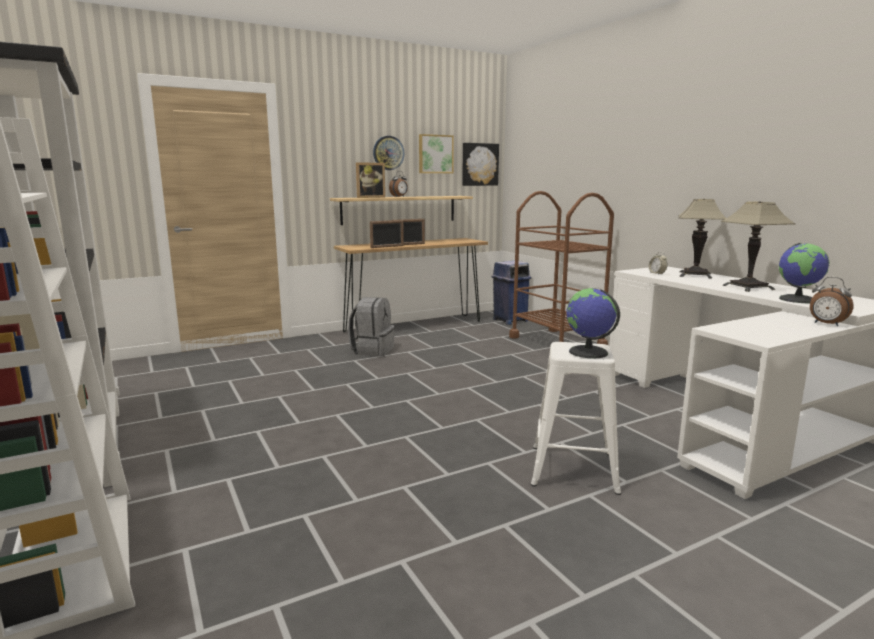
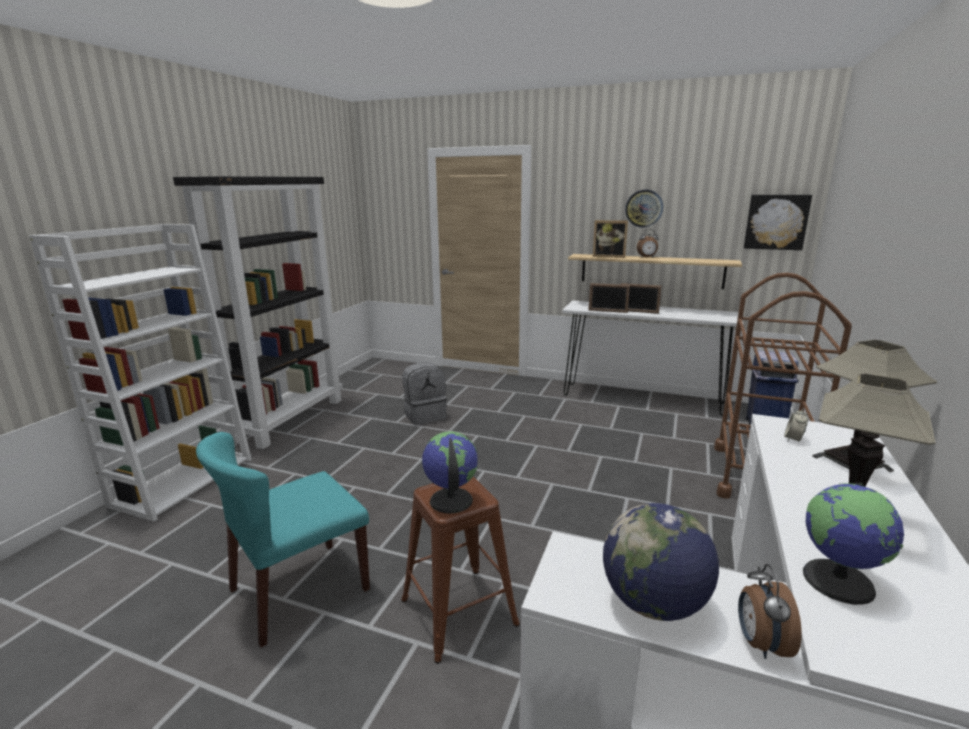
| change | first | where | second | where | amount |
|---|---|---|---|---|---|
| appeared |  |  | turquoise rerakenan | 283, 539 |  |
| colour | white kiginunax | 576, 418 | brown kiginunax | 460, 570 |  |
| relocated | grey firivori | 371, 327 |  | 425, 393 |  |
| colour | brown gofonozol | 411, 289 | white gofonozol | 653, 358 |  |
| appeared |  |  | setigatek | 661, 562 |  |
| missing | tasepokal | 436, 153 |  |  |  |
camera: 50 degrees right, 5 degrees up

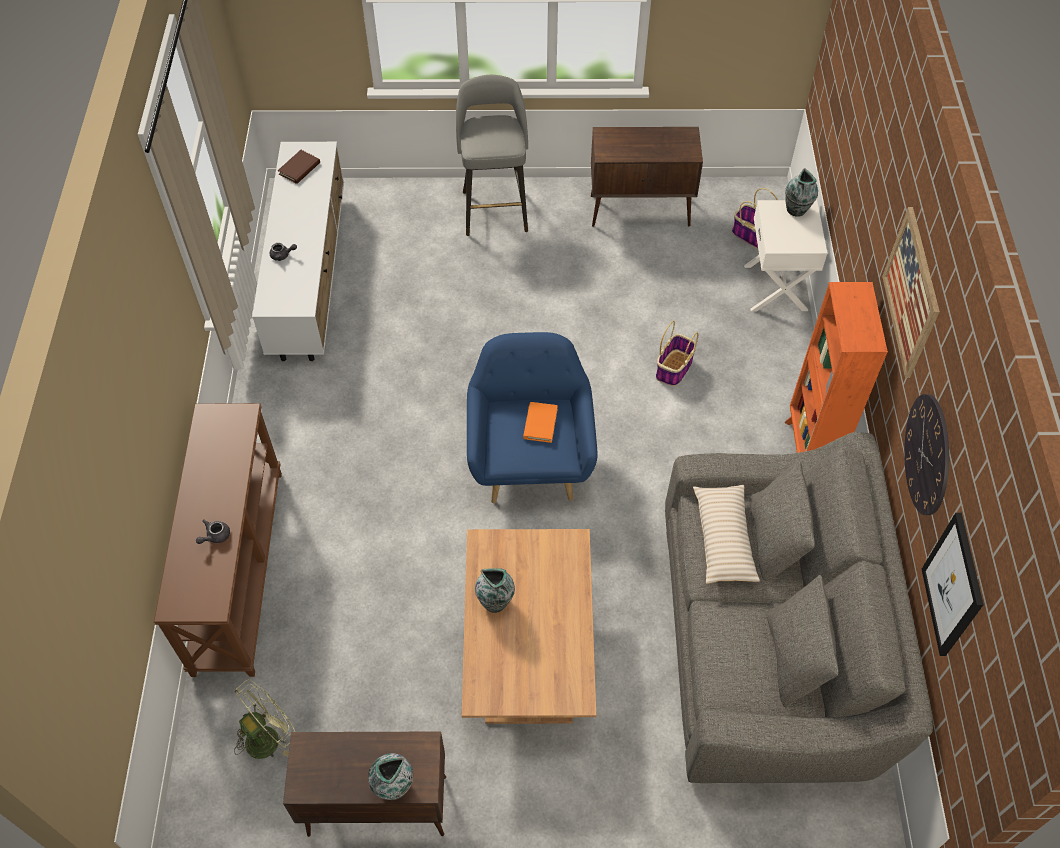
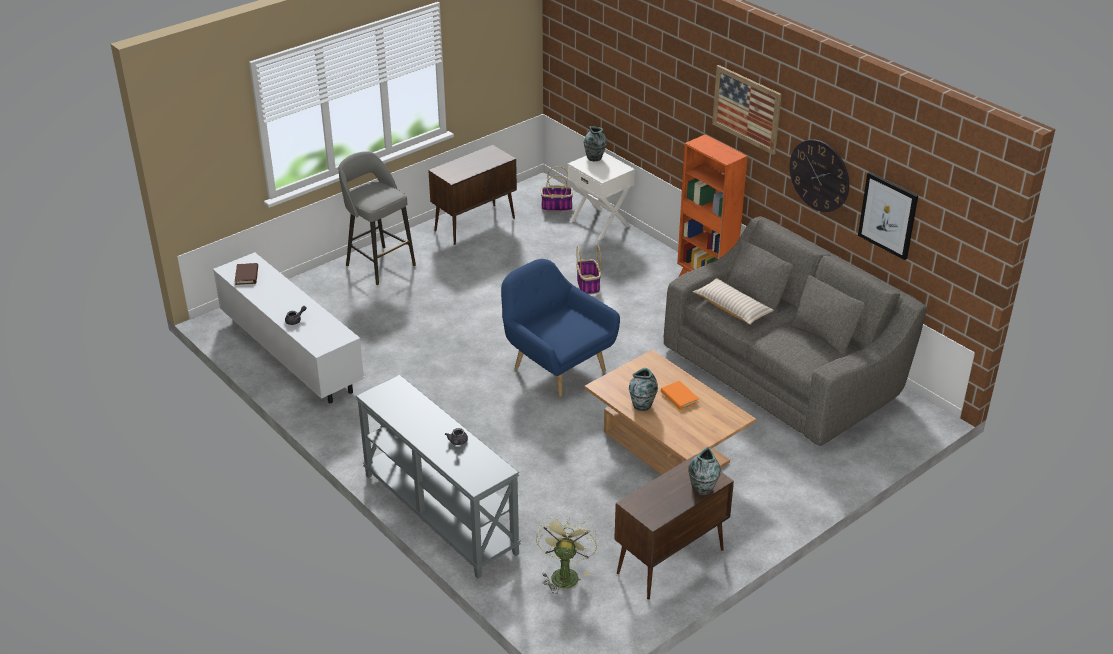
| change | first | where | second | where | amount |
|---|---|---|---|---|---|
| colour | brown gofonozol | 218, 540 | grey gofonozol | 438, 477 |  |
| relocated | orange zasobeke | 540, 422 |  | 680, 395 |  |
camera: 40 degrees left, 20 degrees down

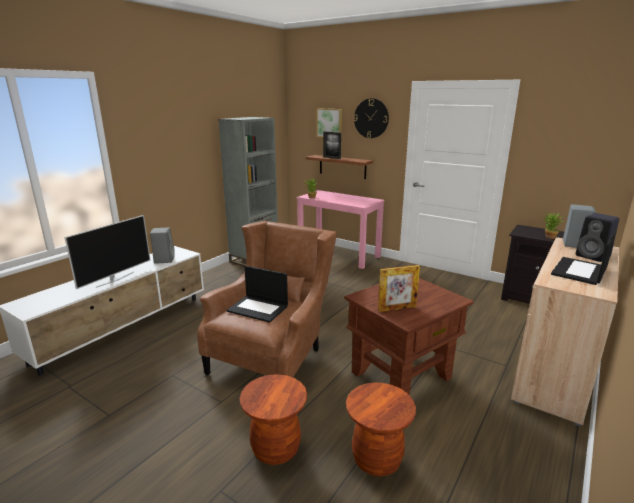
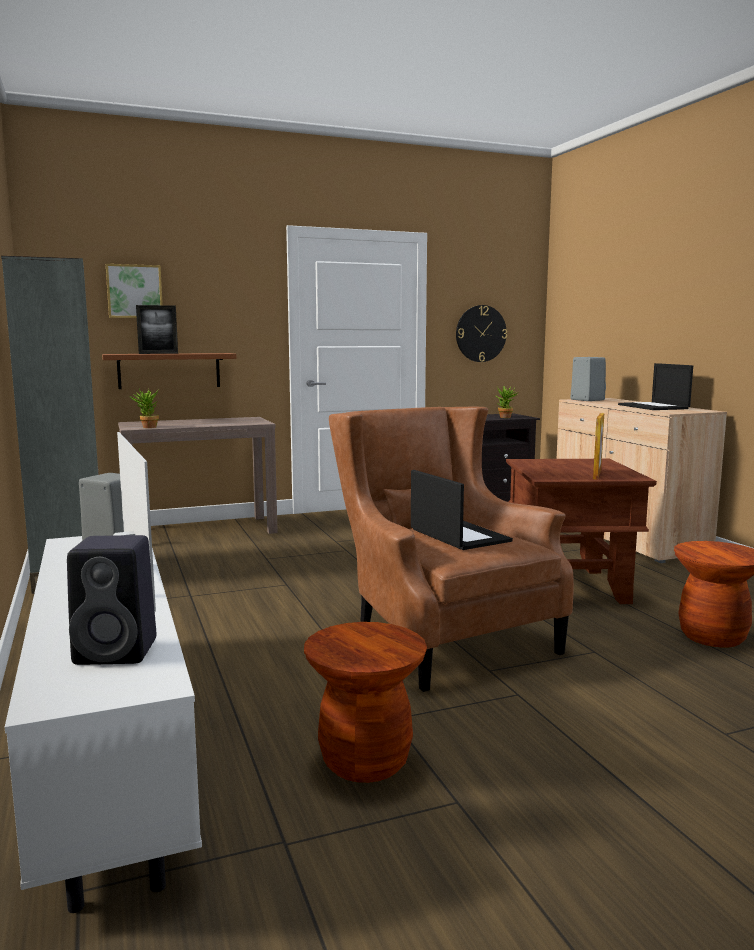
| change | first | where | second | where | amount |
|---|---|---|---|---|---|
| relocated | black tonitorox | 597, 237 |  | 112, 600 |  |
| colour | pink gofonozol | 340, 229 | brown gofonozol | 198, 475 |  |
| relocated | brown kiginunax | 273, 419 |  | 365, 702 |  |
| spun | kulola | 257, 294 |  | 462, 510 | 90 degrees counterclockwise |
| relocated | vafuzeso | 371, 118 |  | 481, 333 |  |
camera: 55 degrees left, 10 degrees down

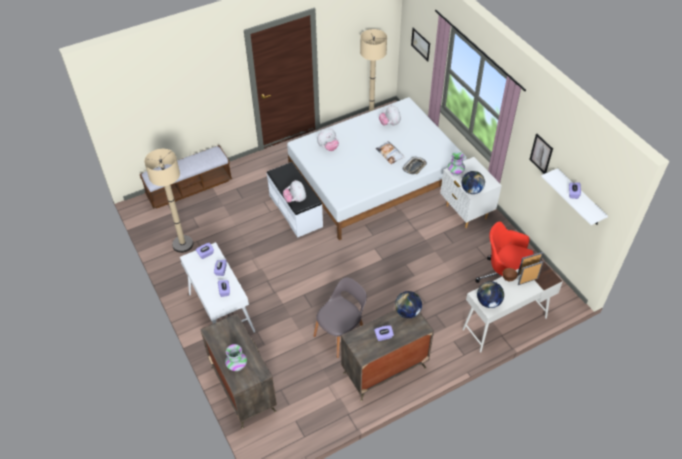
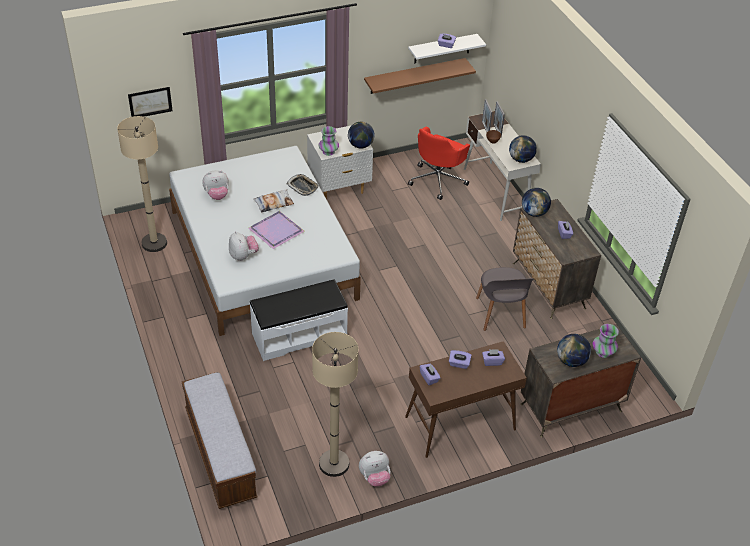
| change | first | where | second | where | amount |
|---|---|---|---|---|---|
| appeared |  |  | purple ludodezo | 276, 230 |  |
| relocated | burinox | 294, 191 |  | 374, 469 |  |
| appeared |  |  | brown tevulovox | 420, 76 |  |
| colour | white gofonozol | 217, 287 | brown gofonozol | 466, 399 |  |
| spun | grey rerakenan | 340, 317 |  | 505, 299 | 150 degrees counterclockwise |
| appeared |  |  | setigatek | 574, 350 |  |
| missing | tasepokal | 541, 154 |  |  |  |
camera: 85 degrees left, 5 degrees down

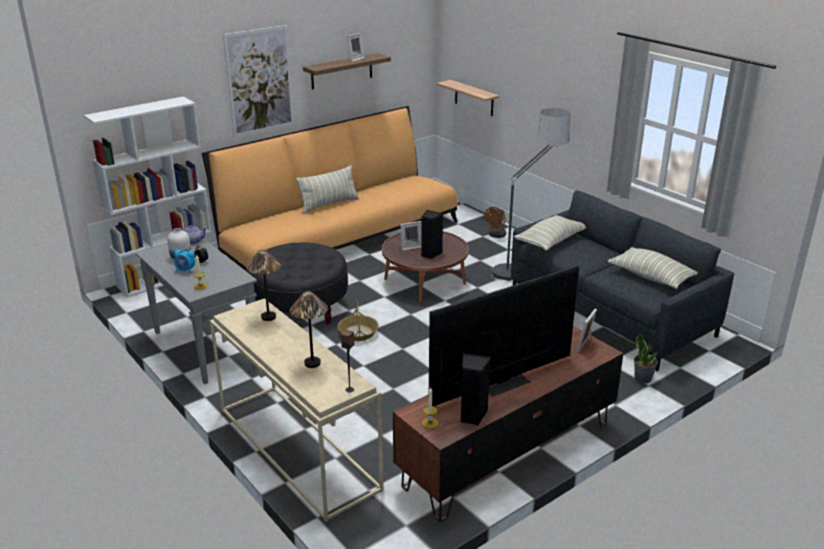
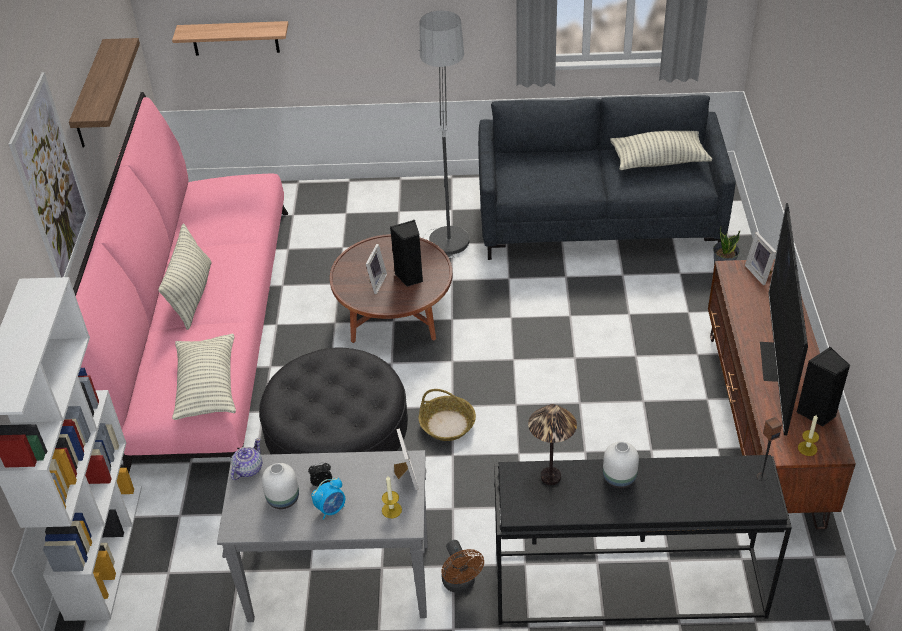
| change | first | where | second | where | amount |
|---|---|---|---|---|---|
| colour | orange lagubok | 330, 189 | pink lagubok | 180, 282 |  |
| relocated | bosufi | 550, 233 |  | 204, 377 |  |
| relocated | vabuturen | 356, 47 |  | 406, 459 |  |
| relocated | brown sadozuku | 495, 222 |  | 462, 566 |  |
| colour | beige gofonozol | 296, 410 | black gofonozol | 643, 540 |  |
| appeared |  |  | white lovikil | 621, 464 |  |
| missing | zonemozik | 309, 329 |  |  |  |
camera: 50 degrees left, 15 degrees up

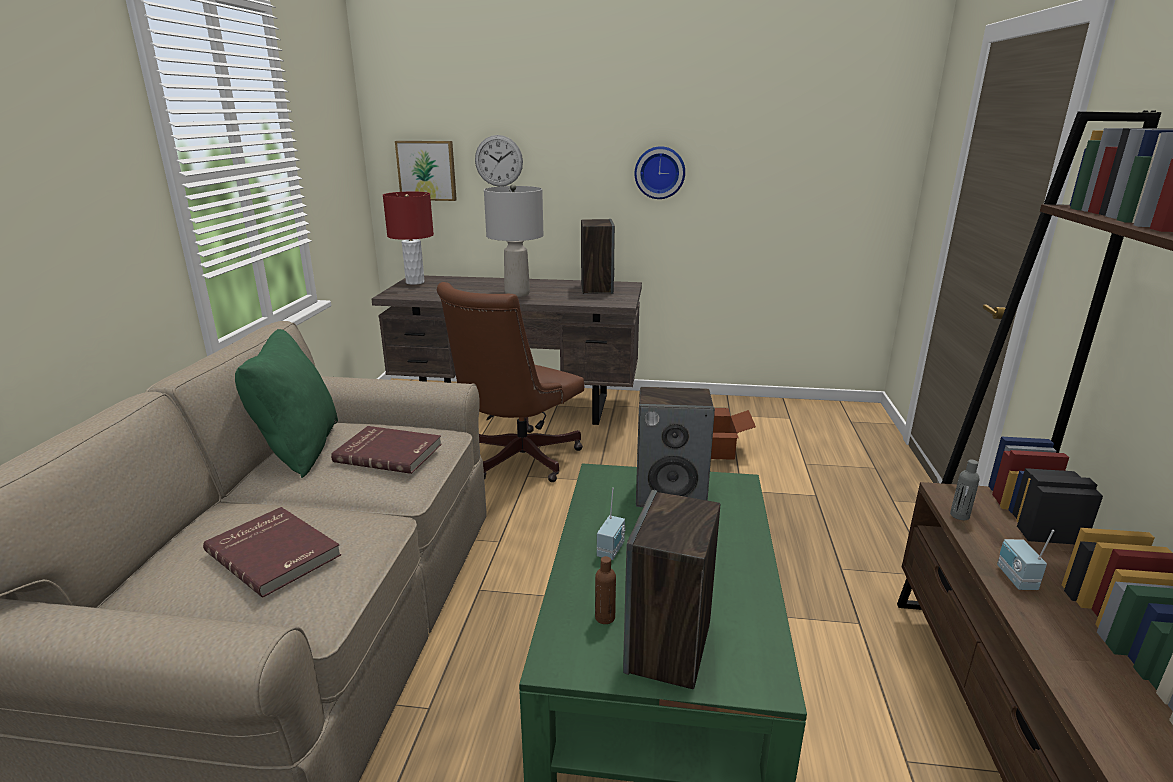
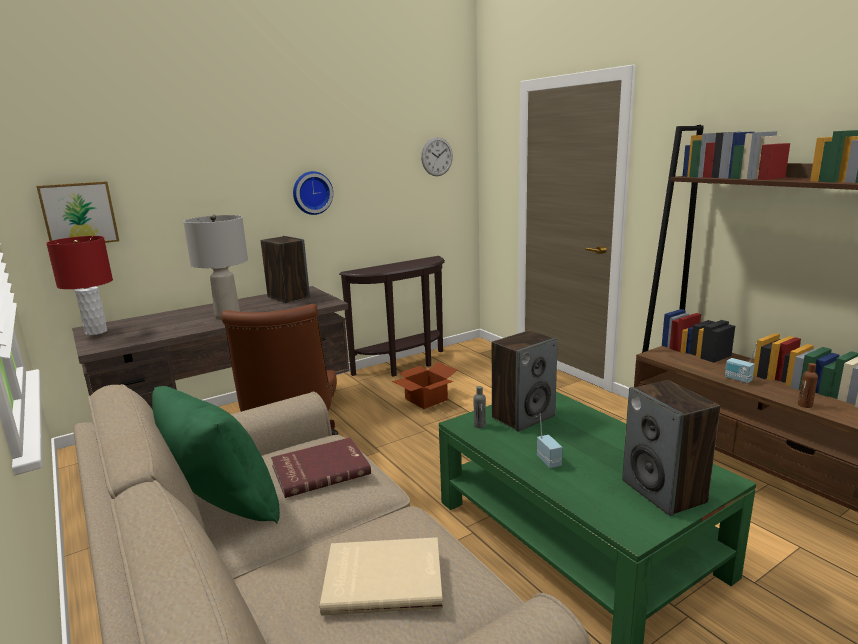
| change | first | where | second | where | amount |
|---|---|---|---|---|---|
| colour | red zasobeke | 272, 552 | beige zasobeke | 381, 576 |  |
| appeared |  |  | brown gofonozol | 392, 316 |  |
| relocated | vafuzeso | 499, 160 |  | 437, 156 |  |
| relocated | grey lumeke | 965, 490 |  | 480, 407 |  |
| relocated | brown lumeke | 605, 590 |  | 808, 385 |  |
camera: 40 degrees left, 5 degrees down

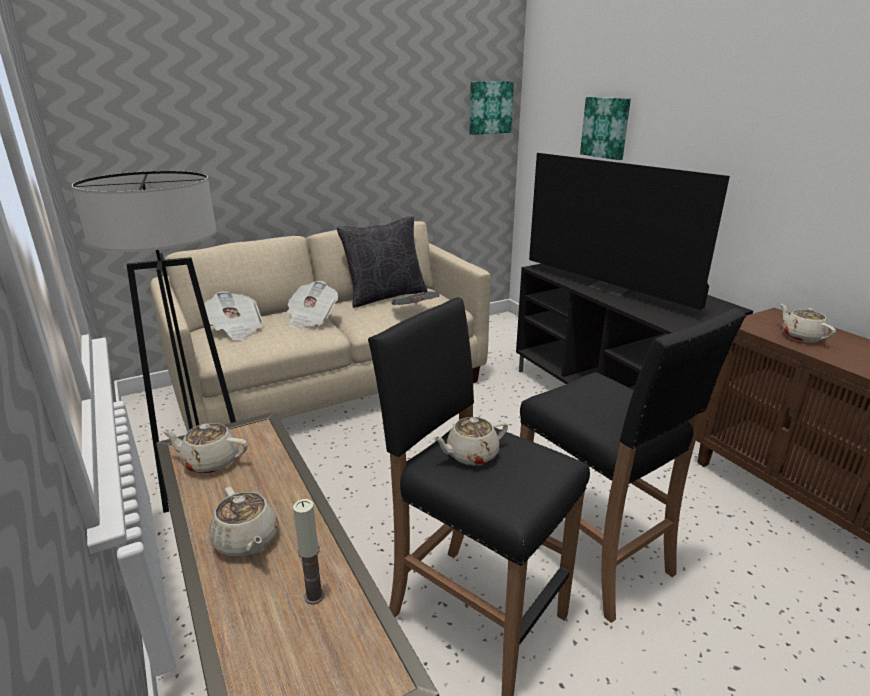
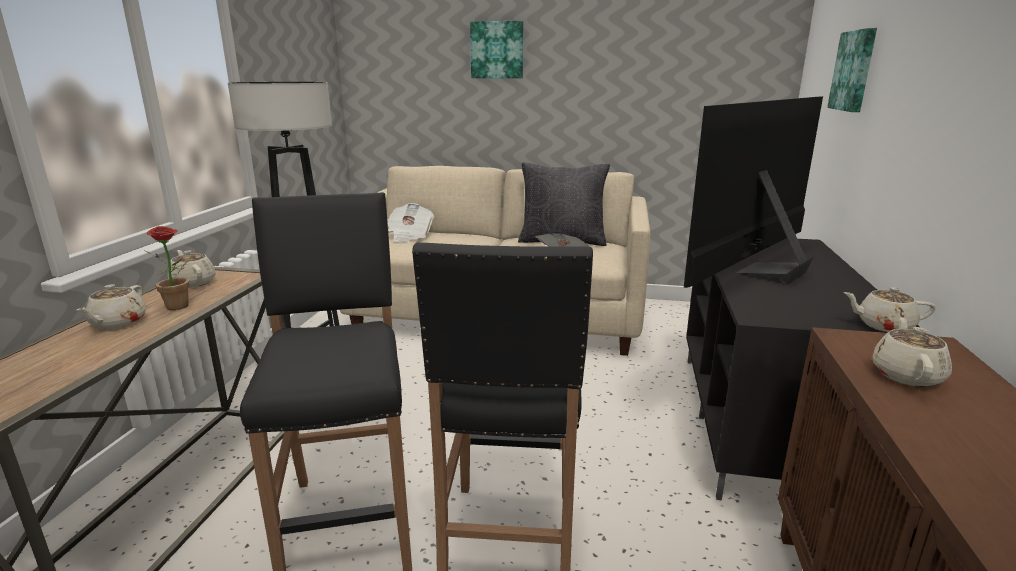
| change | first | where | second | where | amount |
|---|---|---|---|---|---|
| appeared |  |  | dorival | 168, 268 |  |
| relocated | tasepokal | 491, 108 |  | 497, 49 |  |
| spun | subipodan | 629, 231 |  | 753, 192 | 45 degrees clockwise |
| relocated | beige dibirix | 470, 441 |  | 890, 309 |  |
| missing | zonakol | 312, 304 |  |  |  |
| missing | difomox | 308, 552 |  |  |  |
camera: 40 degrees right, 5 degrees down

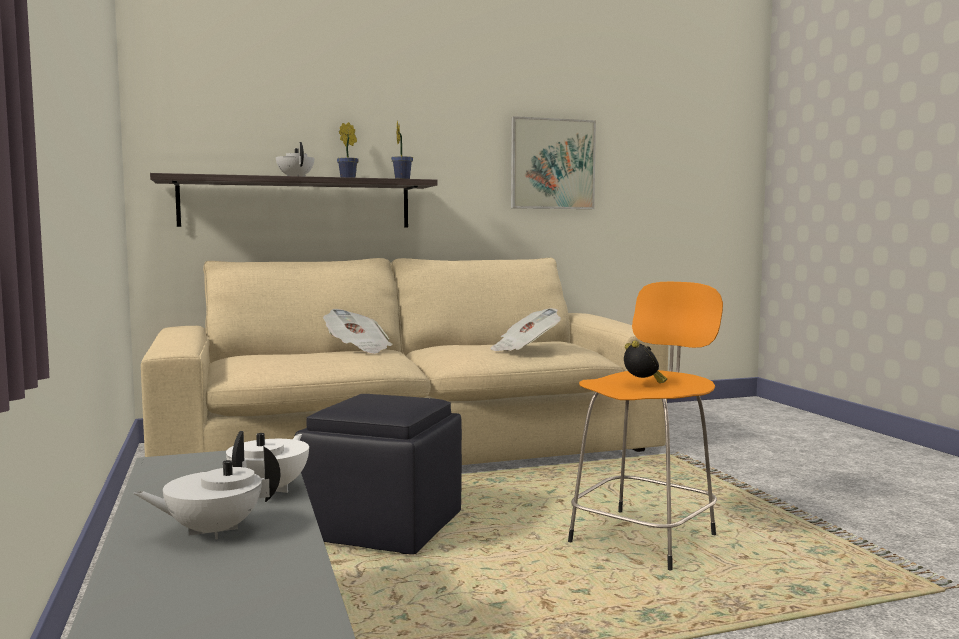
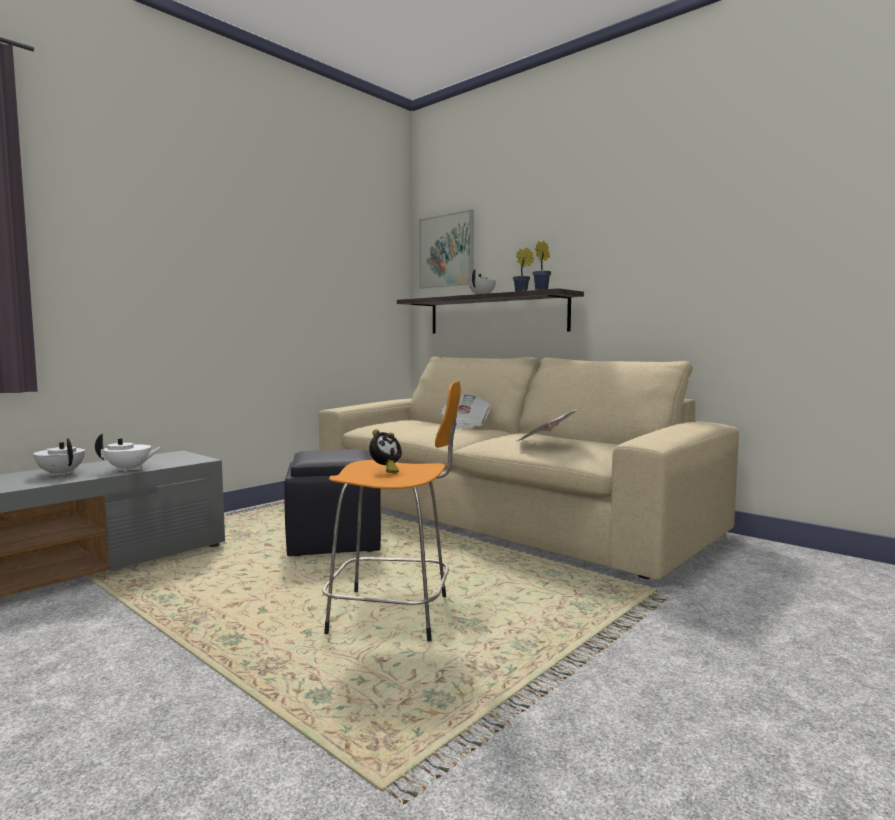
| change | first | where | second | where | amount |
|---|---|---|---|---|---|
| relocated | tasepokal | 553, 162 |  | 446, 248 |  |
camera: 60 degrees right, 0 degrees up

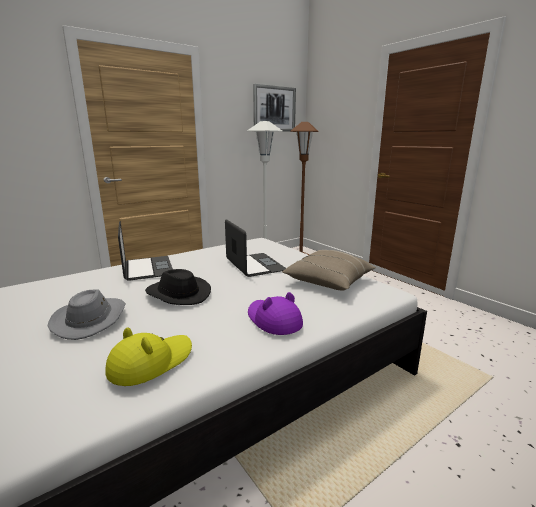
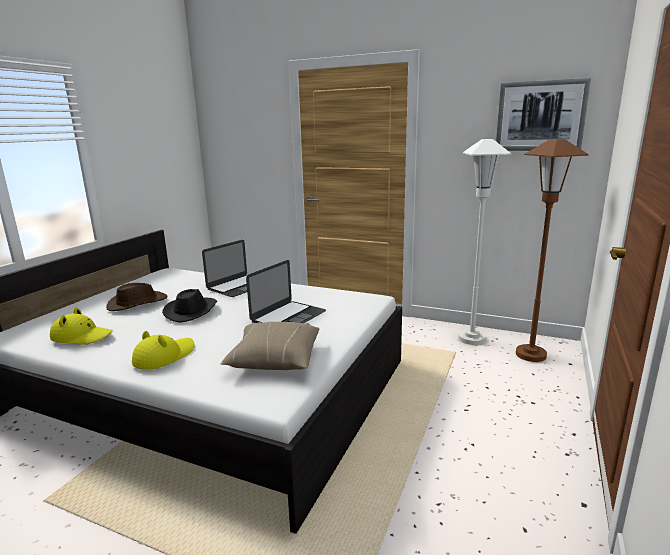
| change | first | where | second | where | amount |
|---|---|---|---|---|---|
| colour | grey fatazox | 87, 314 | brown fatazox | 137, 297 |  |
| colour | purple fatazox | 275, 313 | yellow fatazox | 163, 350 |  |
camera: 60 degrees right, 0 degrees up

